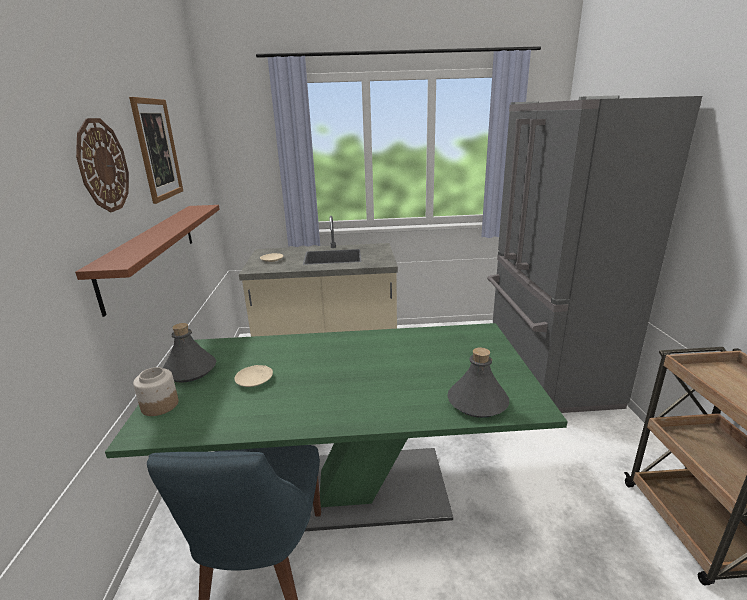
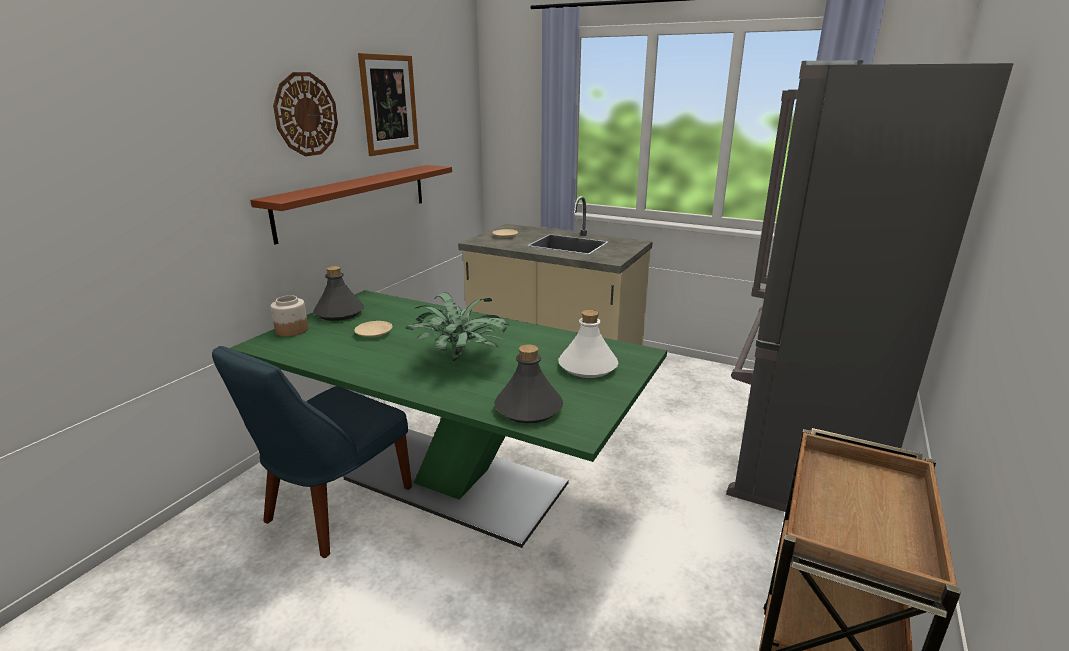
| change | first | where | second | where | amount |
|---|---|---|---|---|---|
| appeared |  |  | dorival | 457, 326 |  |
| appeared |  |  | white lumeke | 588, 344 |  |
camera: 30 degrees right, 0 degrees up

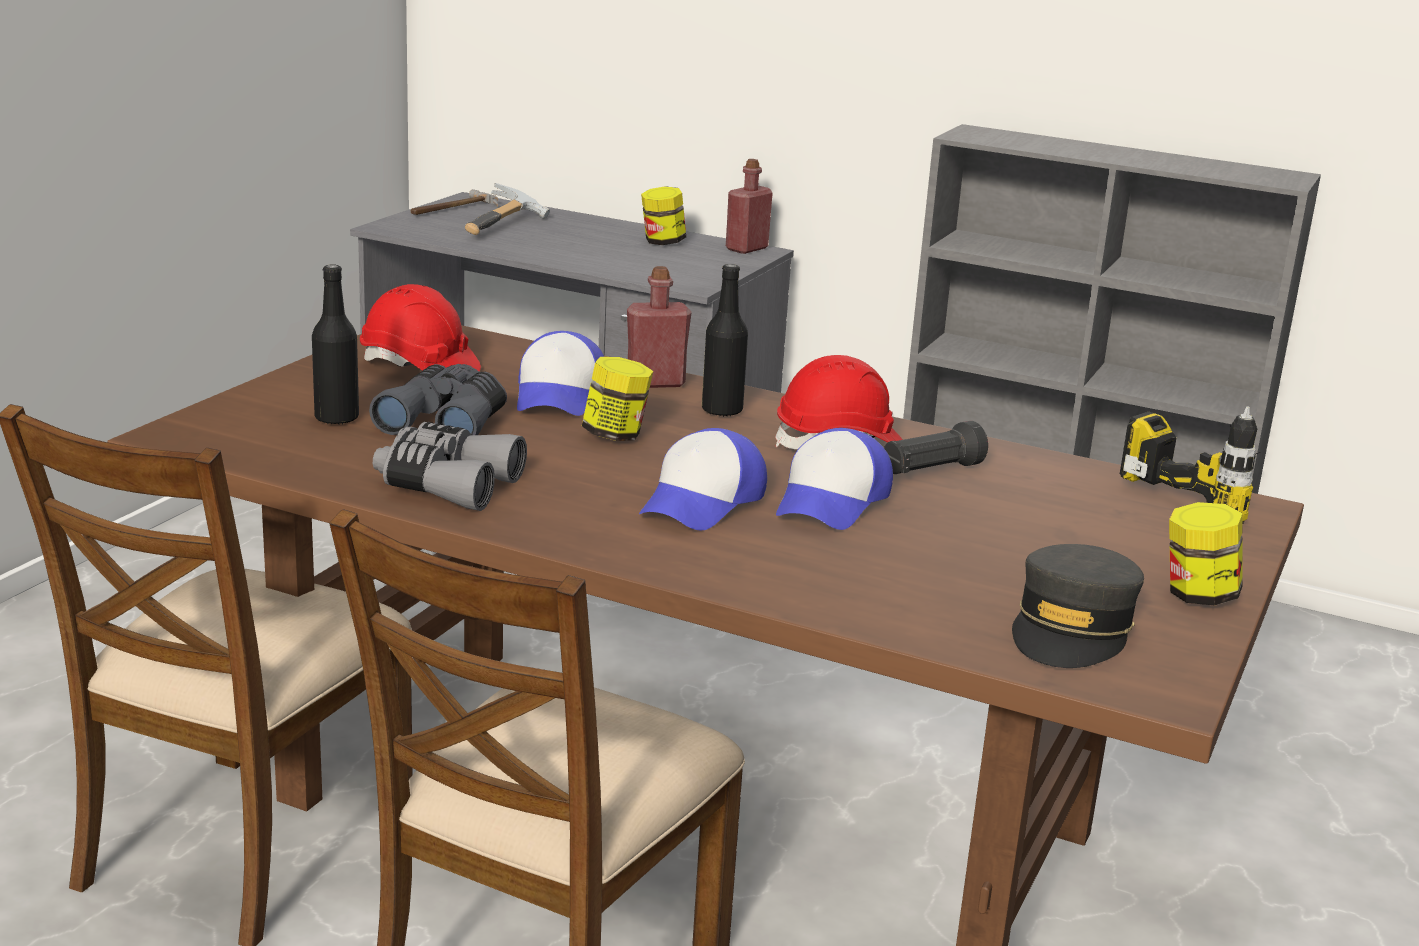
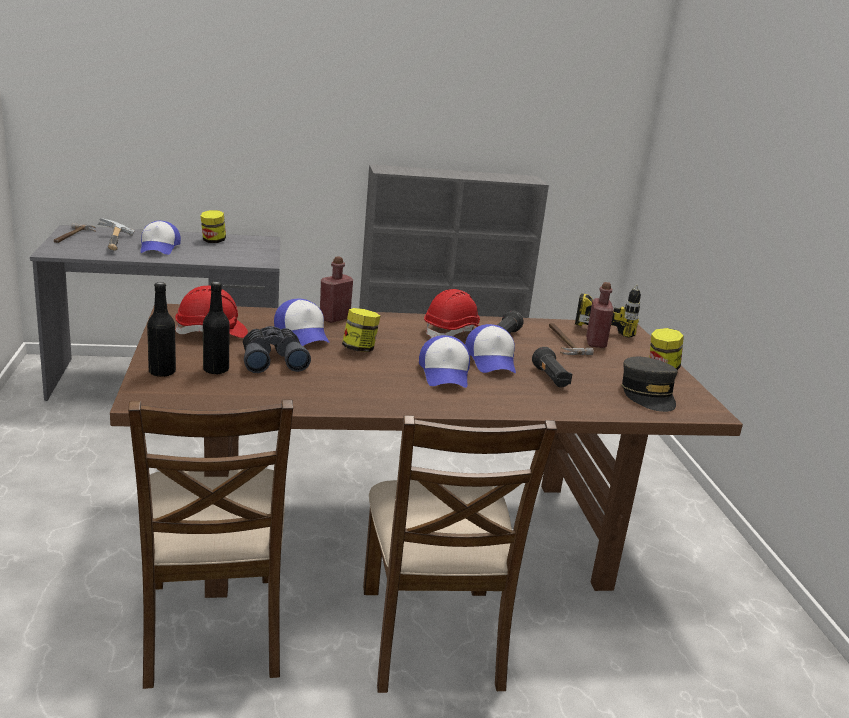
| change | first | where | second | where | amount |
|---|---|---|---|---|---|
| appeared |  |  | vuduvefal | 160, 238 |  |
| relocated | black lumeke | 725, 340 |  | 161, 329 |  |
| appeared |  |  | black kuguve | 552, 367 |  |
| appeared |  |  | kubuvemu | 571, 339 |  |
| relocated | red lumeke | 749, 206 |  | 600, 315 |  |
| missing | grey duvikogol | 450, 466 |  |  |  |
camera: 35 degrees left, 0 degrees up

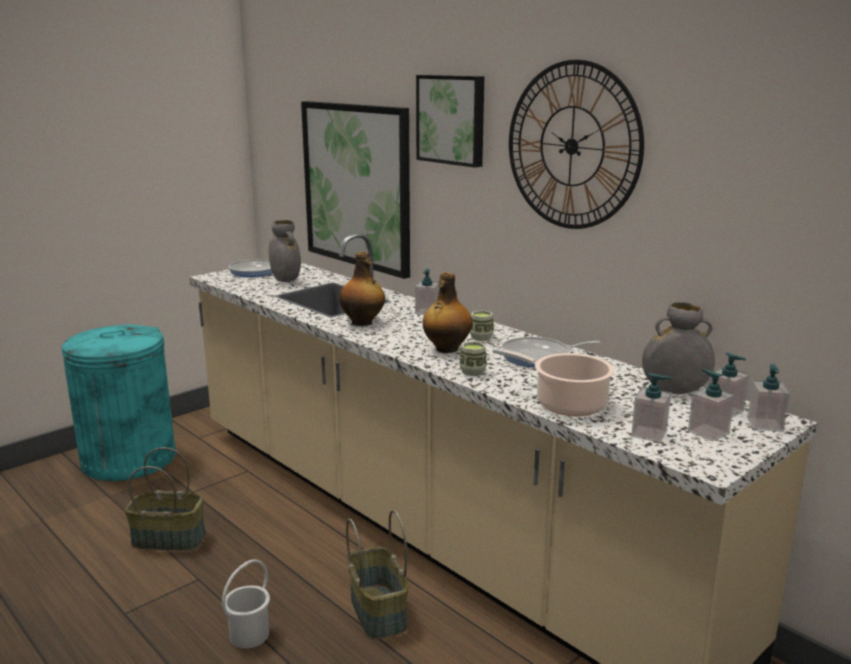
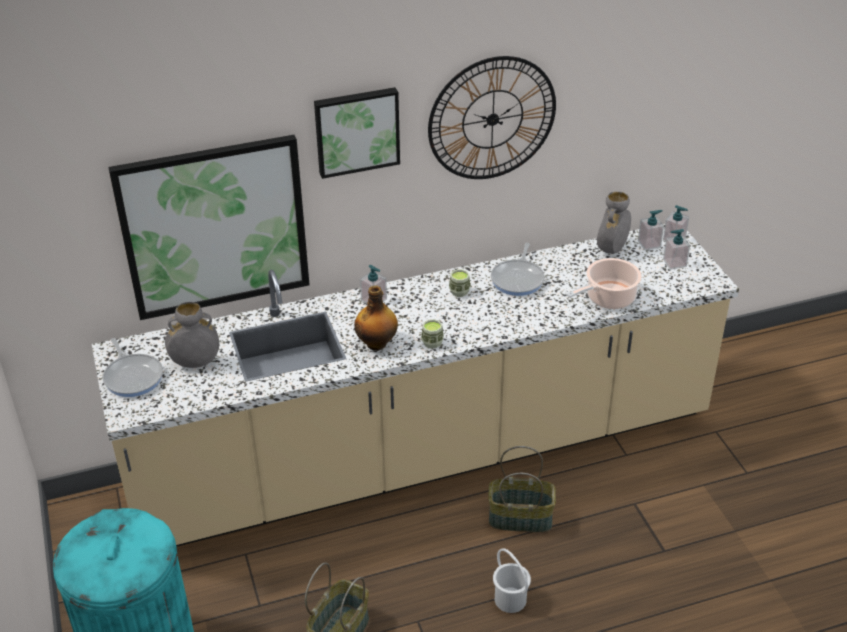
| change | first | where | second | where | amount |
|---|---|---|---|---|---|
| relocated | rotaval | 473, 358 |  | 432, 334 |  |
| missing | lumeke | 447, 312 |  |  |  |
| missing | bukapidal | 651, 408 |  |  |  |
camera: 65 degrees left, 20 degrees up

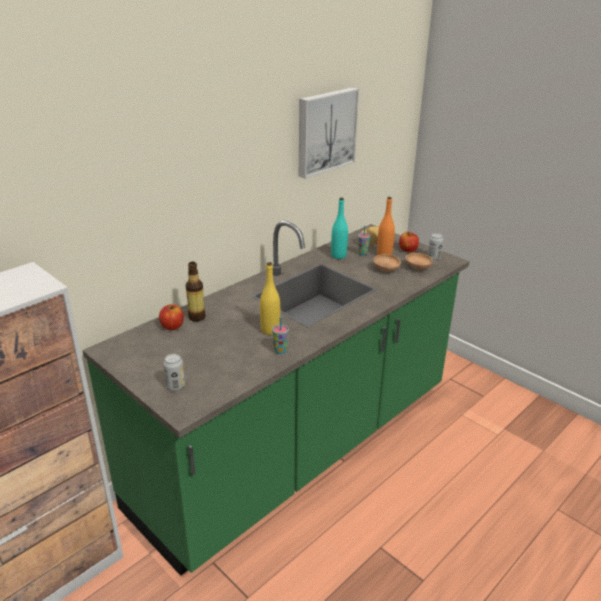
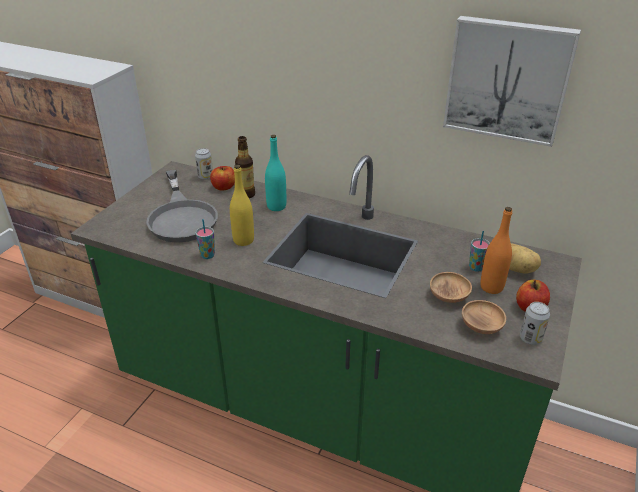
| change | first | where | second | where | amount |
|---|---|---|---|---|---|
| appeared |  |  | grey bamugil | 182, 206 |  |
| relocated | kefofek | 174, 372 |  | 204, 164 |  |
| relocated | turquoise lumeke | 339, 228 |  | 275, 173 |  |
camera: 70 degrees right, 5 degrees up

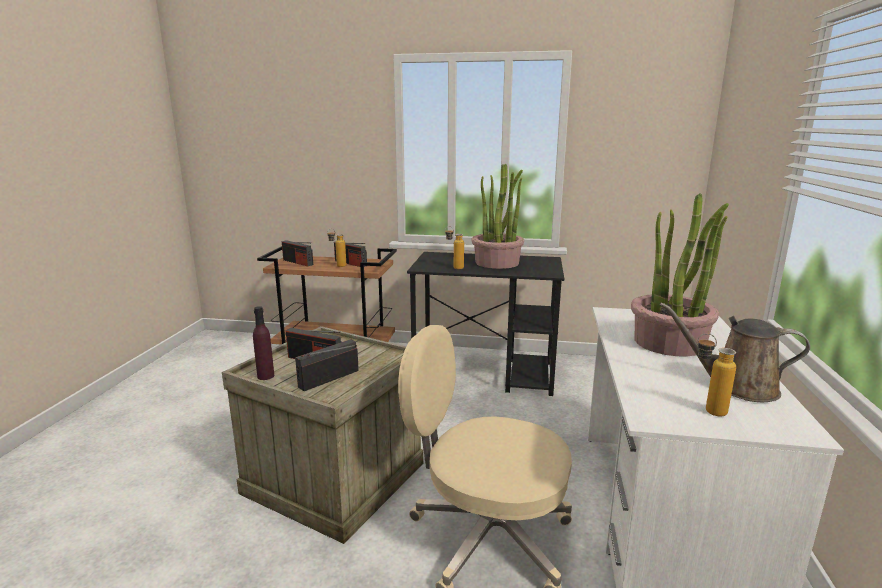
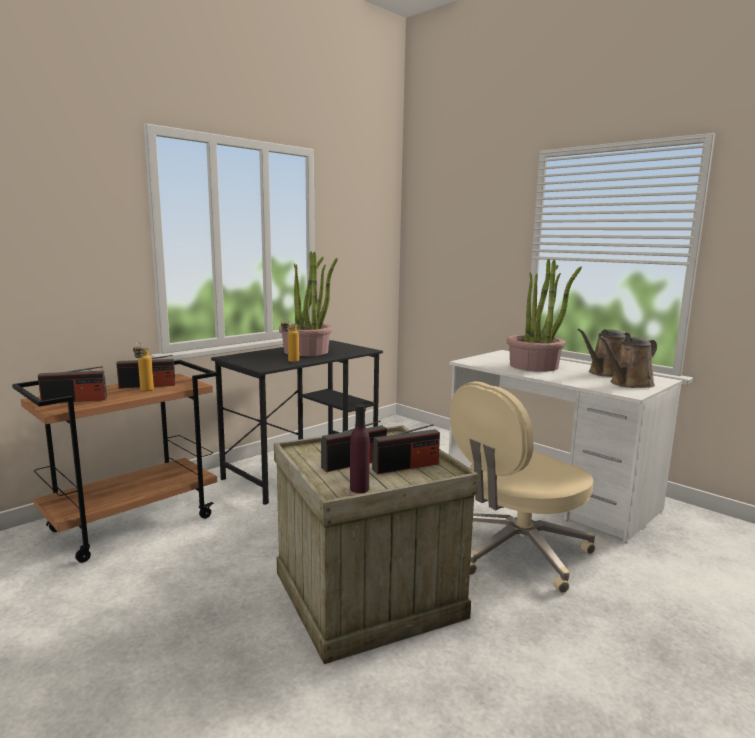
| change | first | where | second | where | amount |
|---|---|---|---|---|---|
| spun | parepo | 327, 365 |  | 406, 449 | 105 degrees counterclockwise |
| exchanged | lumeke | 716, 375 | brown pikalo | 628, 362 |  |
camera: 55 degrees left, 5 degrees down

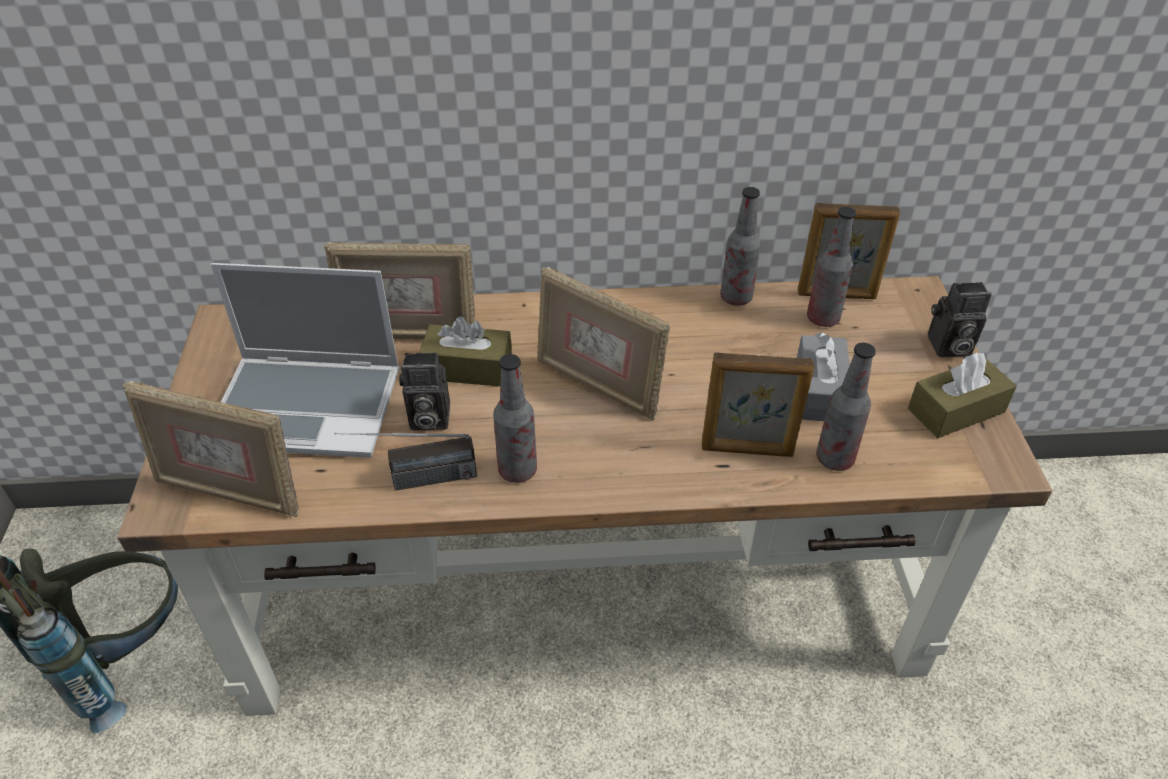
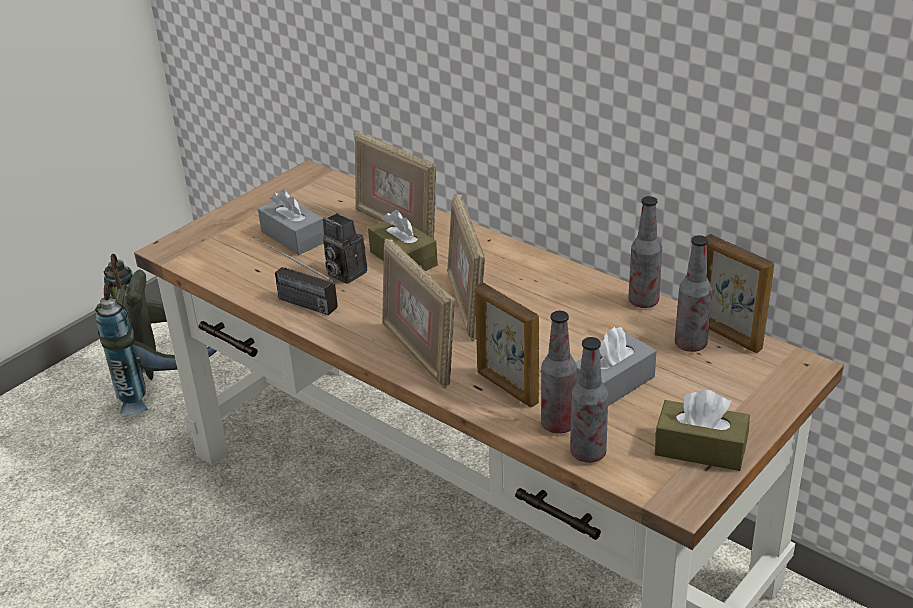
| change | first | where | second | where | amount |
|---|---|---|---|---|---|
| exchanged | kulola | 305, 360 | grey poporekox | 291, 222 |  |
| relocated | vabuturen | 211, 449 |  | 418, 313 |  |
| relocated | lumeke | 515, 418 |  | 589, 400 |  |
| missing | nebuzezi | 960, 319 |  |  |  |
camera: 45 degrees right, 10 degrees down

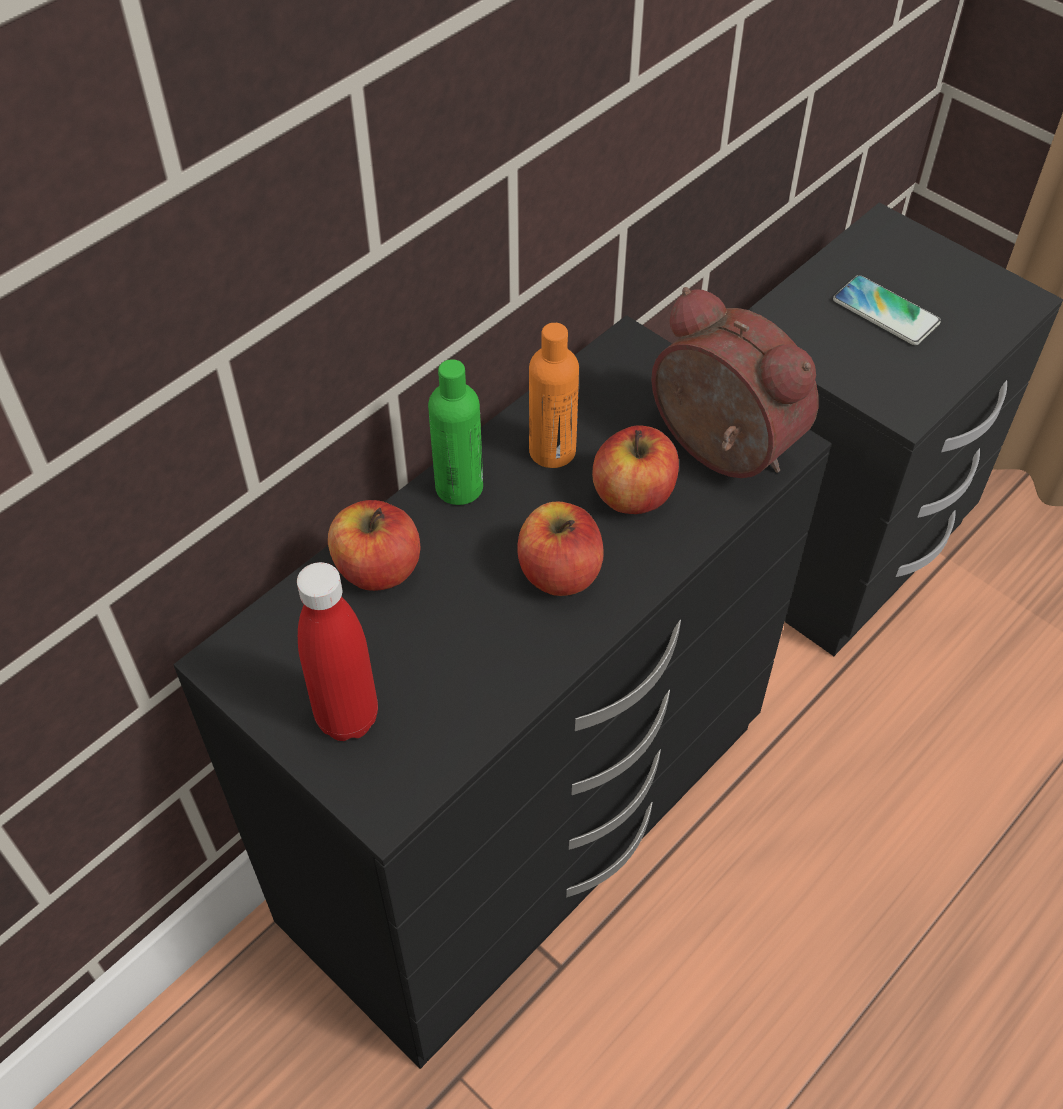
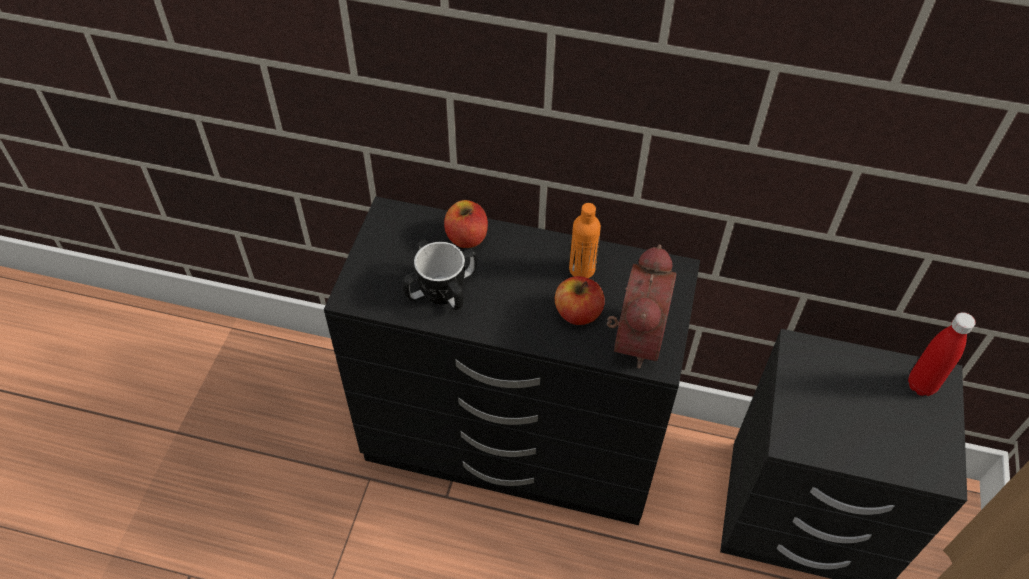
| change | first | where | second | where | amount |
|---|---|---|---|---|---|
| appeared |  |  | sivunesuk | 439, 274 |  |
| relocated | red lumeke | 337, 651 |  | 942, 354 |  |
| missing | green lumeke | 455, 432 |  |  |  |
| missing | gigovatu | 561, 549 |  |  |  |
| missing | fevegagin | 887, 310 |  |  |  |
camera: 60 degrees right, 0 degrees up

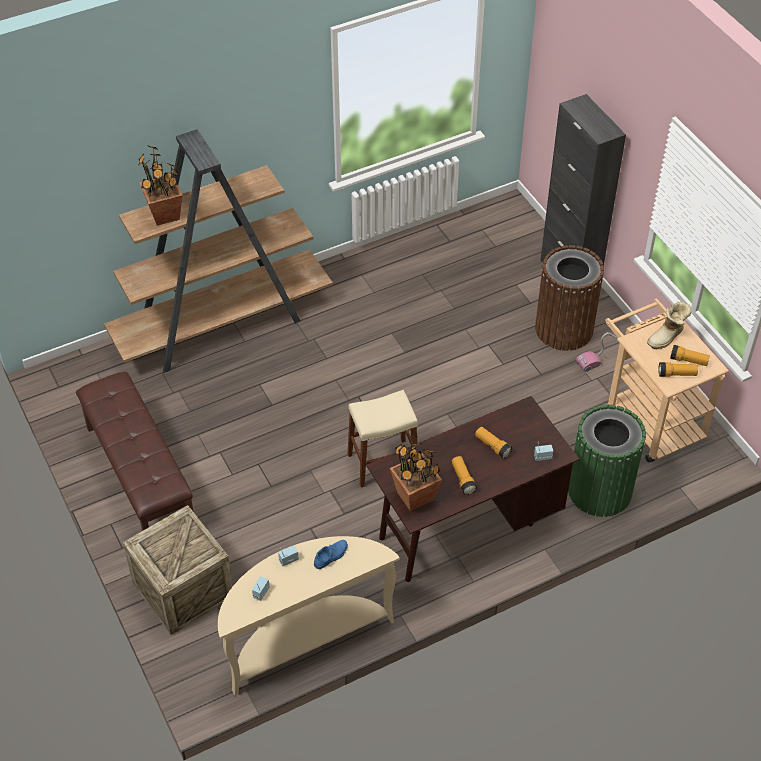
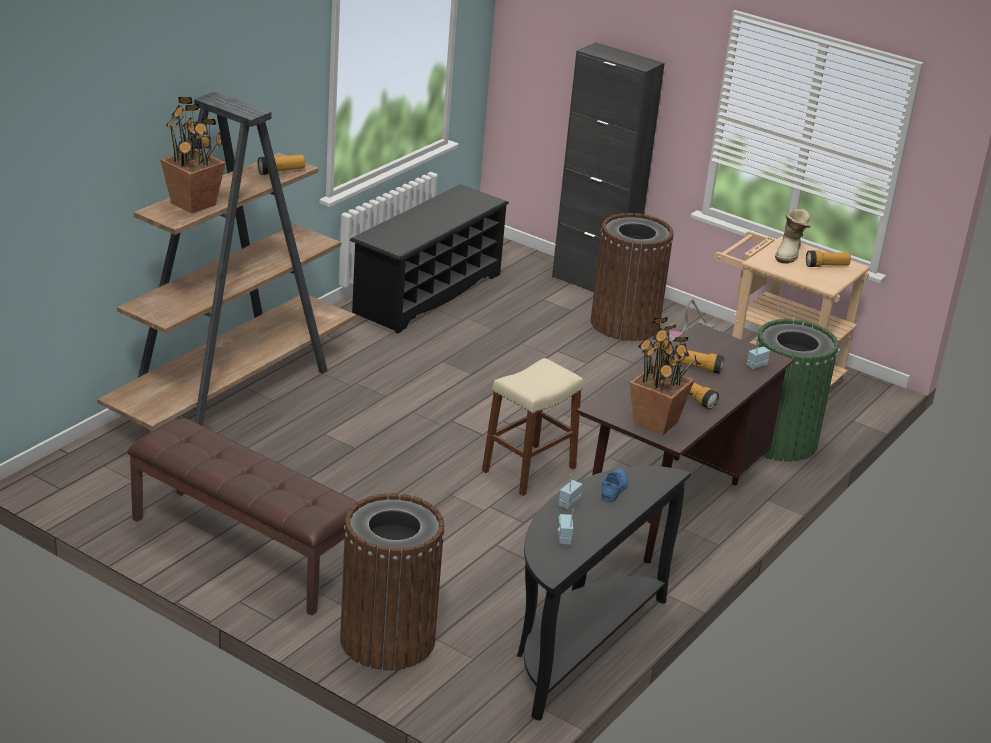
| change | first | where | second | where | amount |
|---|---|---|---|---|---|
| relocated | kuguve | 678, 369 |  | 281, 165 |  |
| exchanged | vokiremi | 177, 570 | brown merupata | 392, 581 |  |
| appeared |  |  | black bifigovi | 429, 259 |  |
| colour | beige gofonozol | 309, 615 | black gofonozol | 604, 593 |  |
camera: 30 degrees left, 20 degrees down

